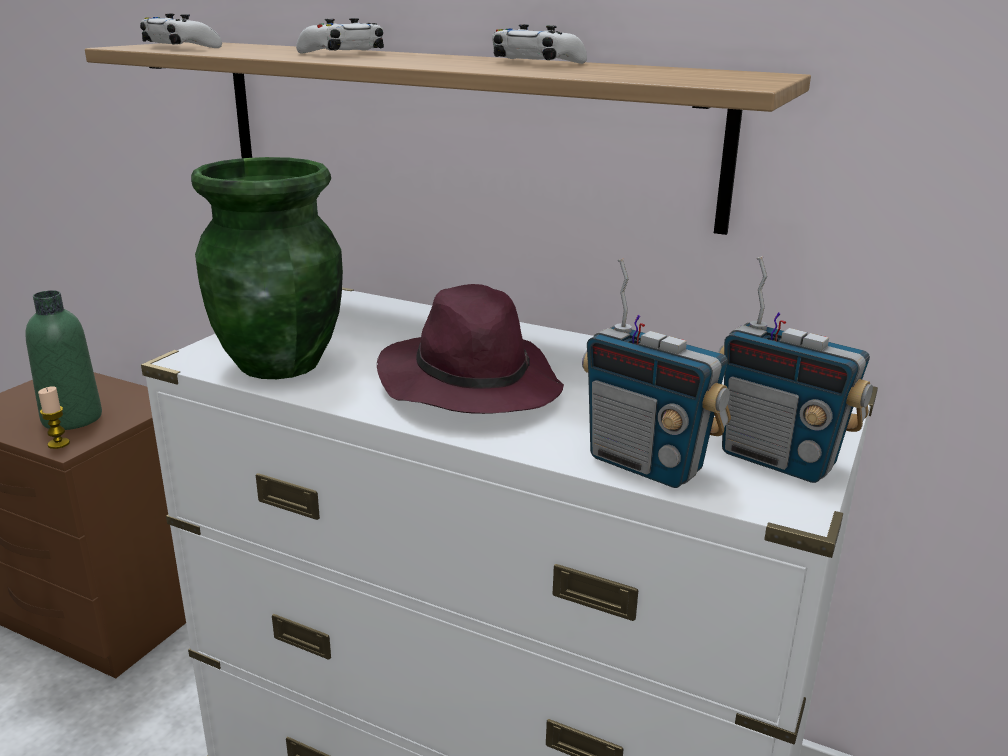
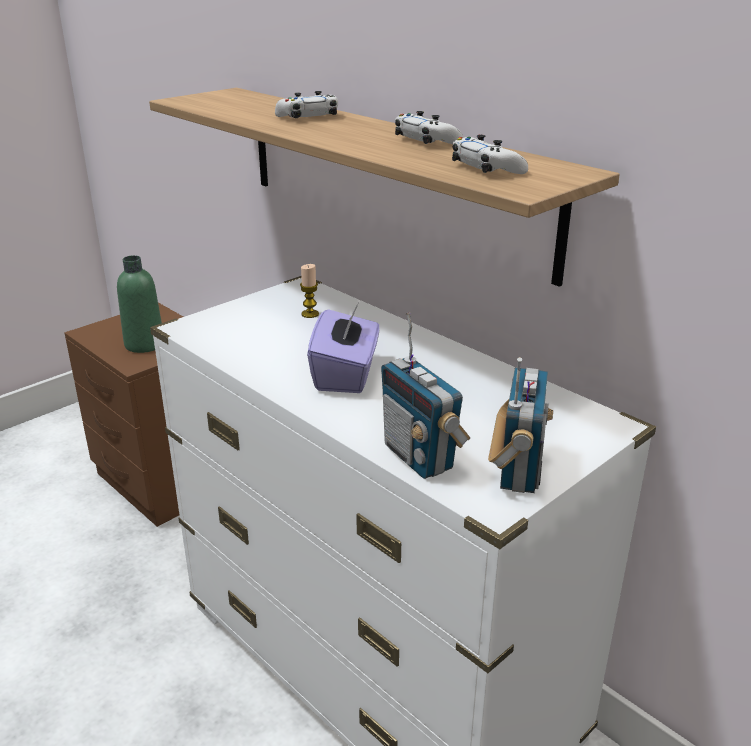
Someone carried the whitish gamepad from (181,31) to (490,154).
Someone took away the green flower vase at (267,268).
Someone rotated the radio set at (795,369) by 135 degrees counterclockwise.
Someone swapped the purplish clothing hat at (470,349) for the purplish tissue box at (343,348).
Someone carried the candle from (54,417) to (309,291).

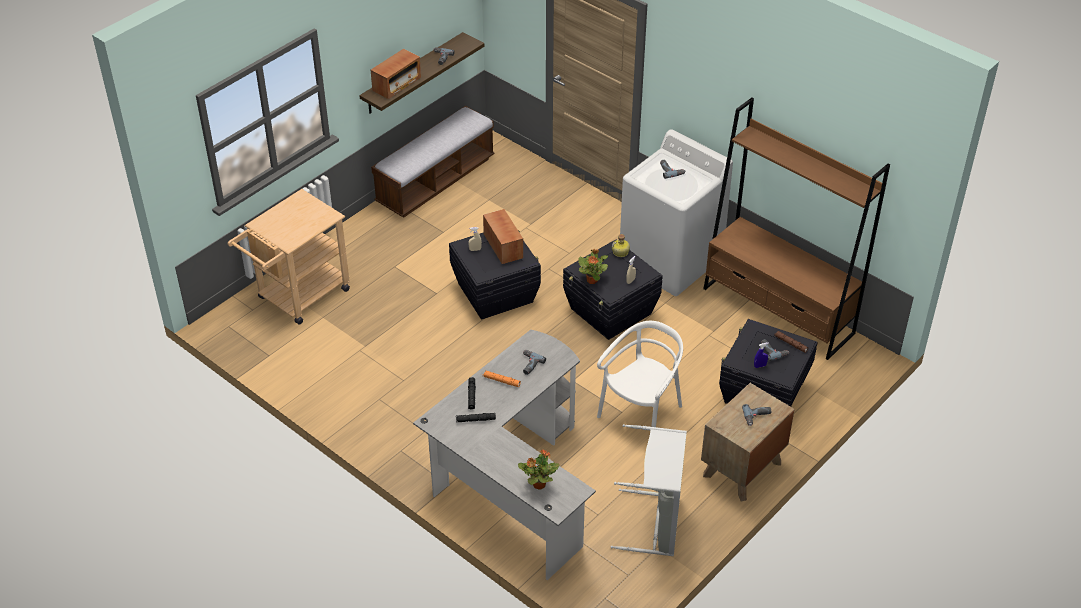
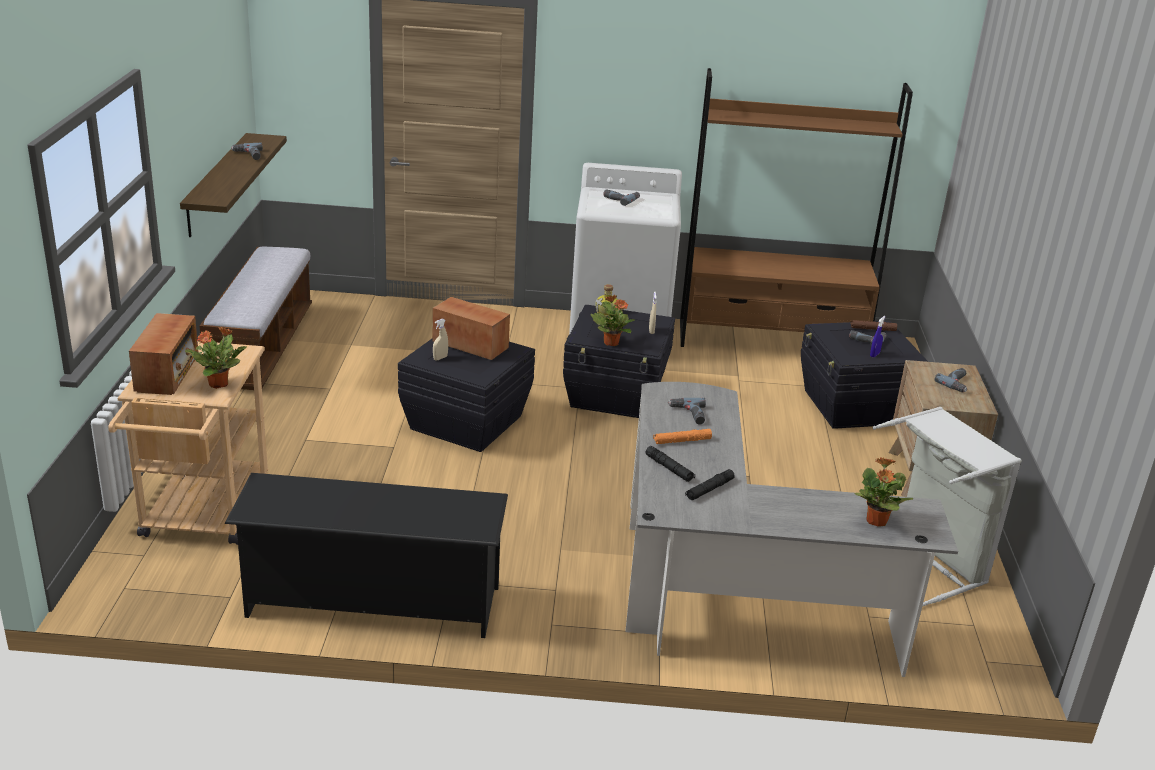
Someone carried the radio set from (396,74) to (164,354).
Someone took away the whitish upright chair at (640,374).
Someone put down the plant in a pot at (215,357).
Someone put down the black shoe stand at (366,555).

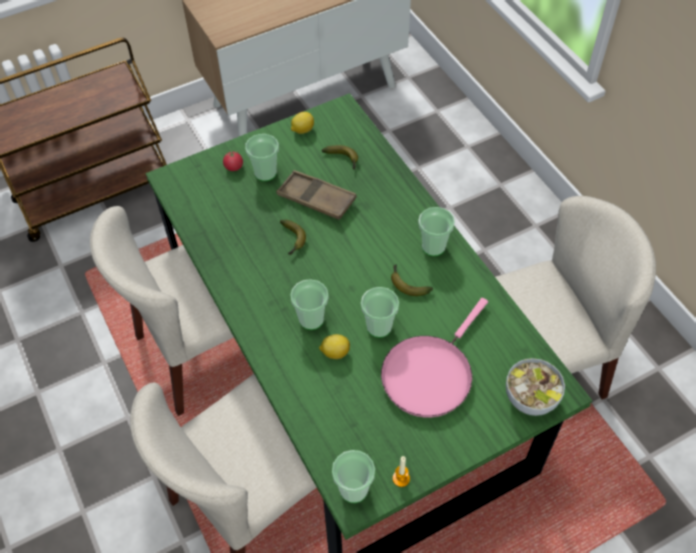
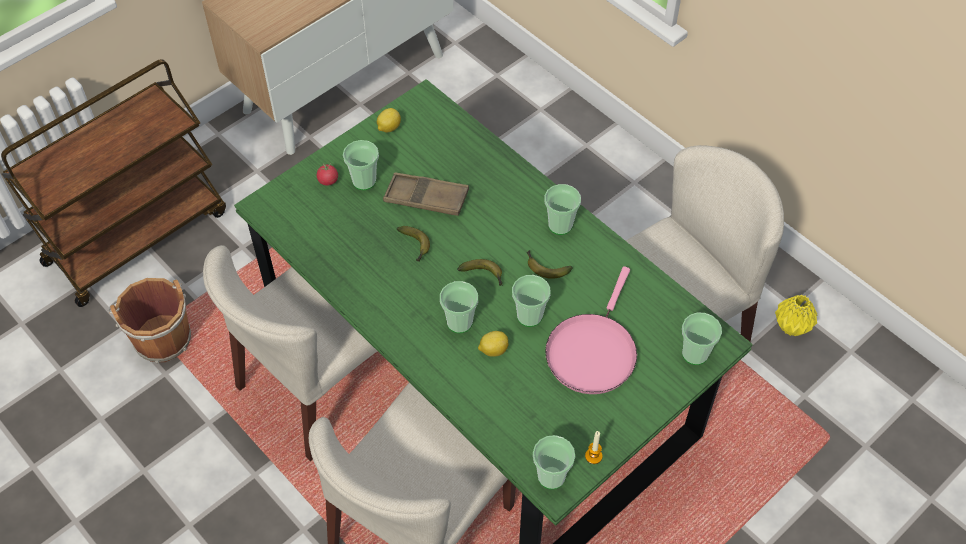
Someone carried the whole banana from (340,157) to (480,272).
Someone swapped the bowl at (535,387) for the cup at (702,339).
Someone put down the brown bucket at (149,320).
Someone put down the yellow flower vase at (796,315).

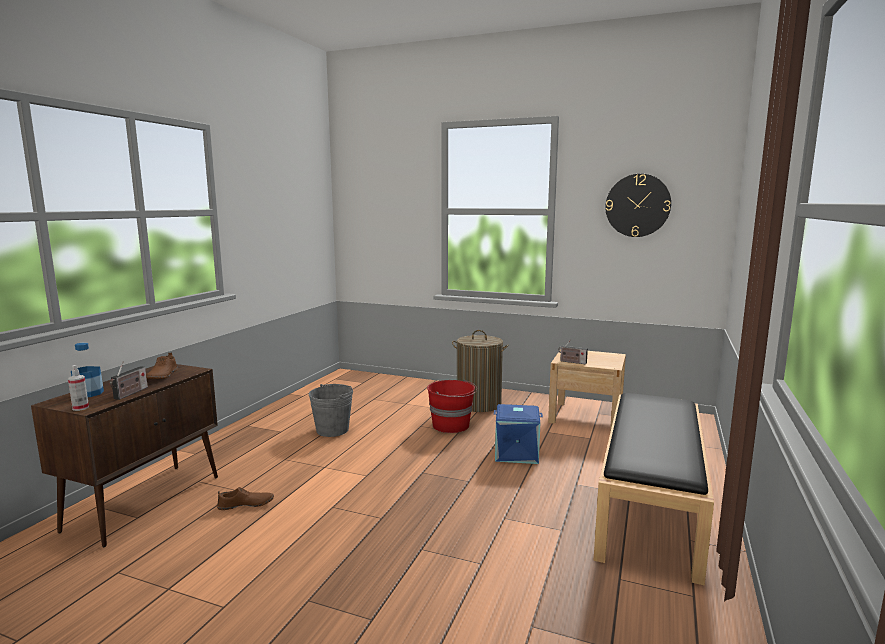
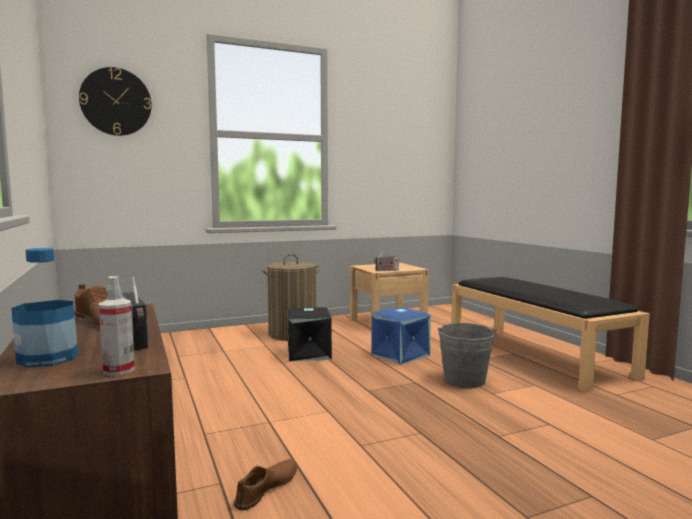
Someone carried the wall clock from (638,205) to (115,101).
Someone swapped the red bucket at (452,406) for the black storage container at (310,334).
Someone carried the gray bucket from (330,410) to (466,355).

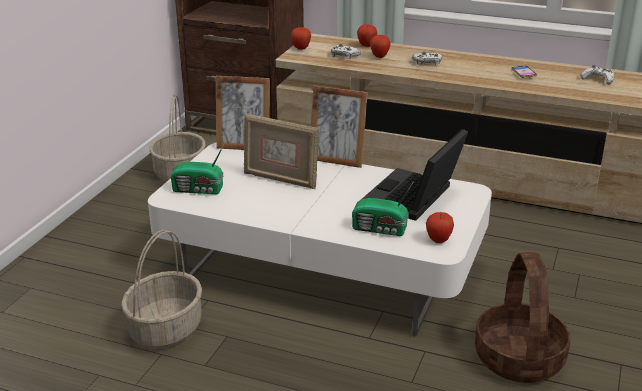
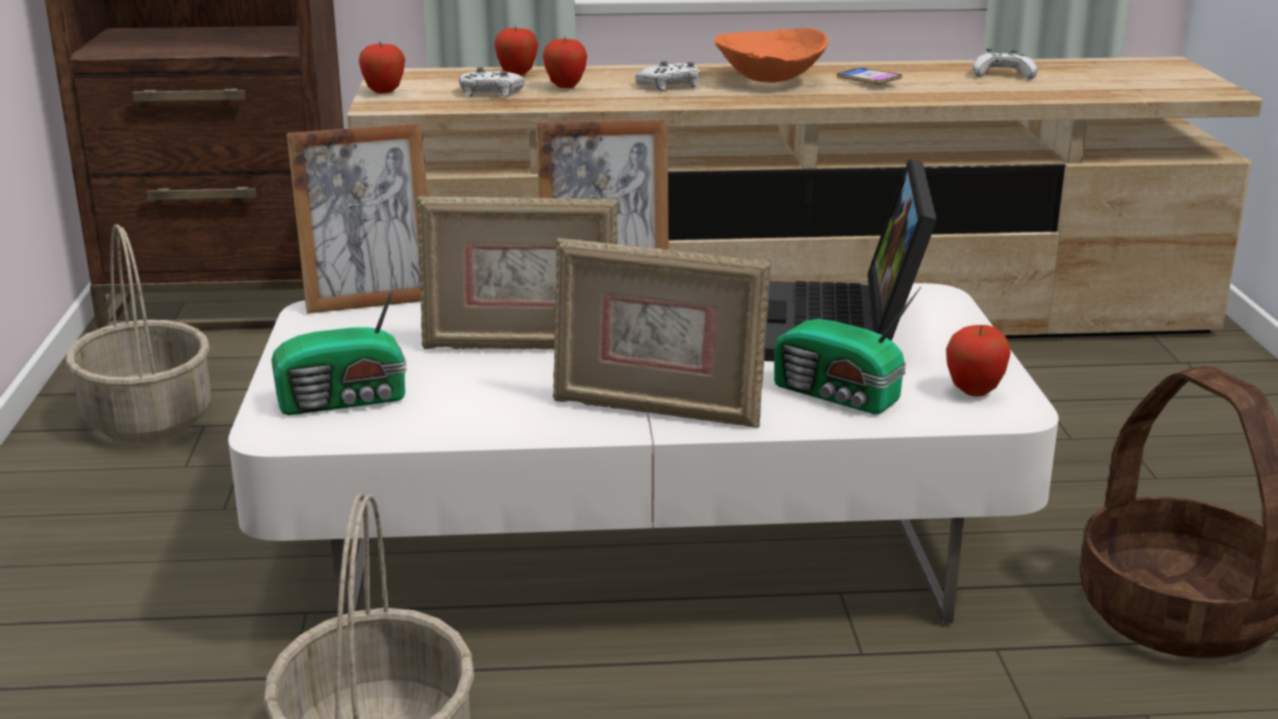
Someone rotated the radio set at (383,208) by 45 degrees clockwise.
Someone put down the orange bowl at (771,55).
Someone put down the photo frame at (662,333).

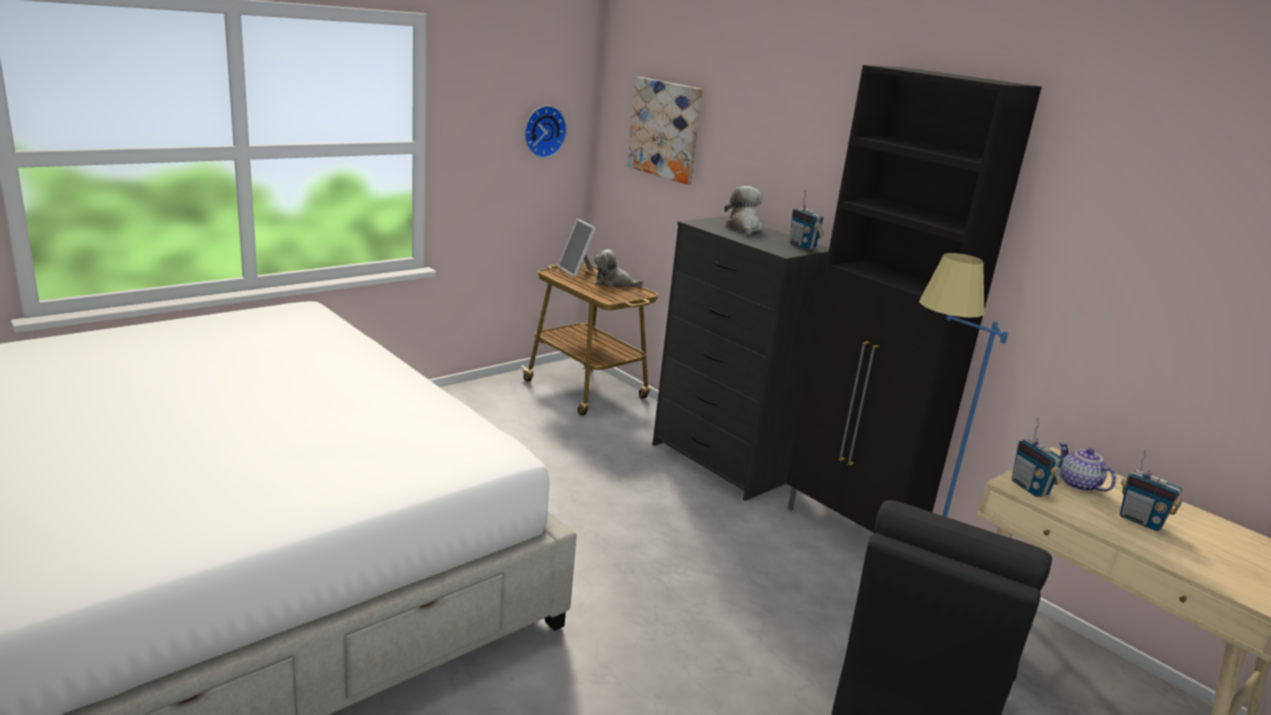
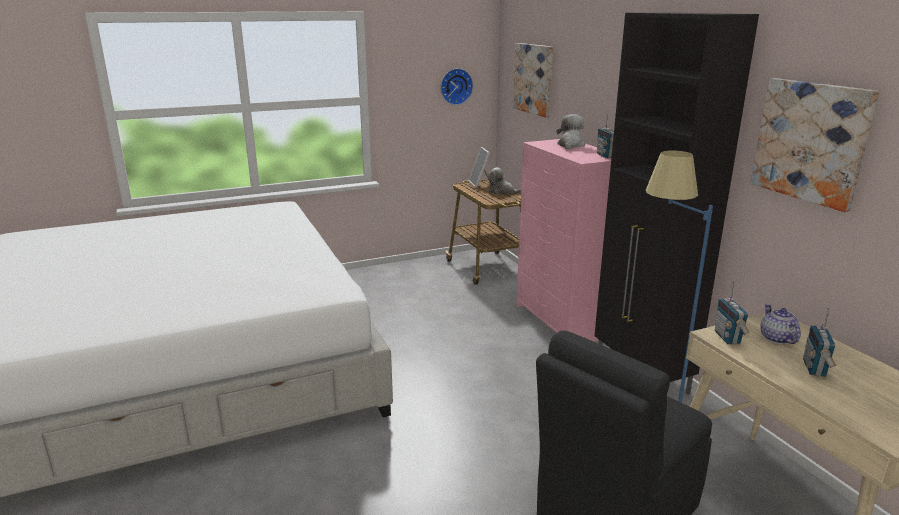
Someone repainted the black drawer chest at (740,358), which became the pink-coloured drawer chest at (563,240).
Someone rotated the radio set at (1151,490) by 45 degrees clockwise.
Someone put up the wall art at (815,145).

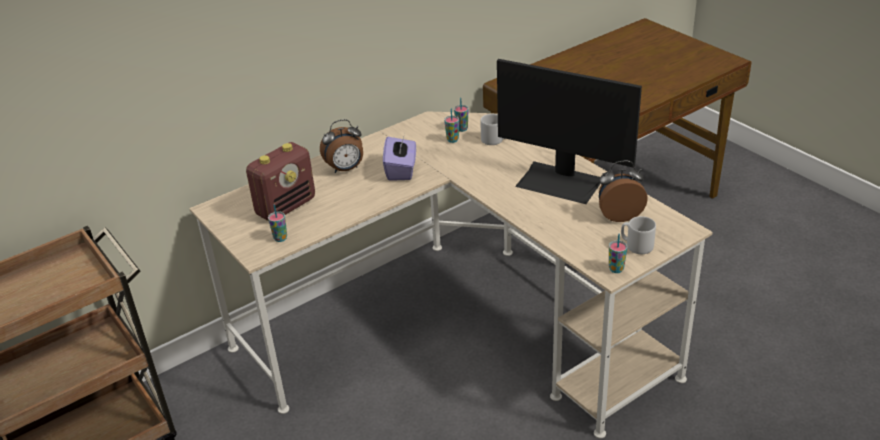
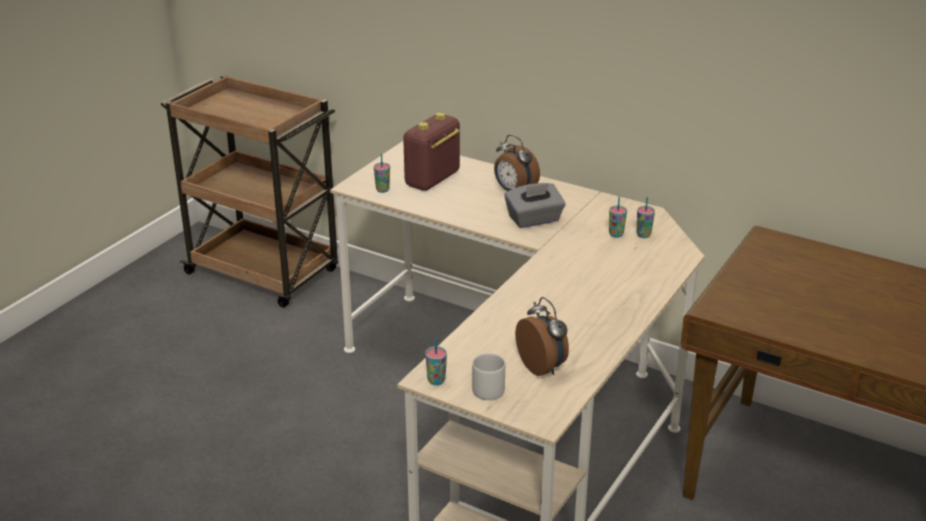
Someone took away the monitor at (569,131).
Someone took away the gray tea mug at (492,129).
Someone repainted the purplish tissue box at (399,157), which became the gray tissue box at (535,205).
Someone rotated the radio set at (280,181) by 105 degrees clockwise.

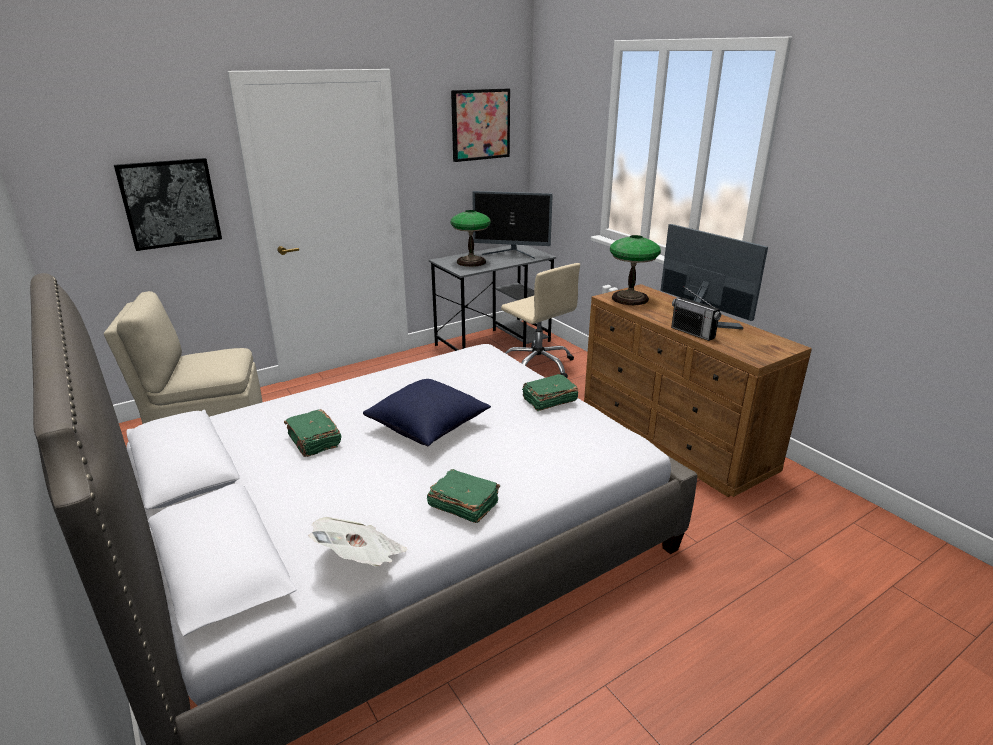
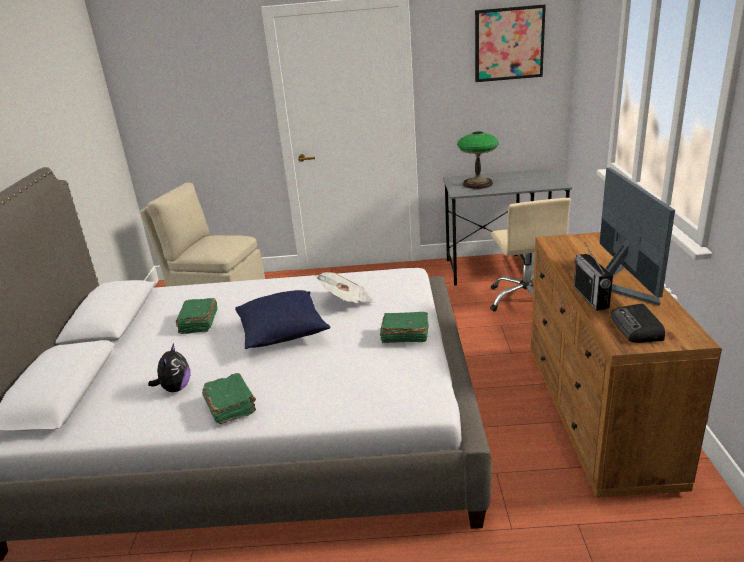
Someone took away the wall art at (168,204).
Someone took away the monitor at (512,225).
Someone took away the table lamp at (635,270).
Someone carried the newspaper from (357,541) to (344,287).
Someone put down the radio set at (638,323).
Someone put down the cuddly toy at (169,367).

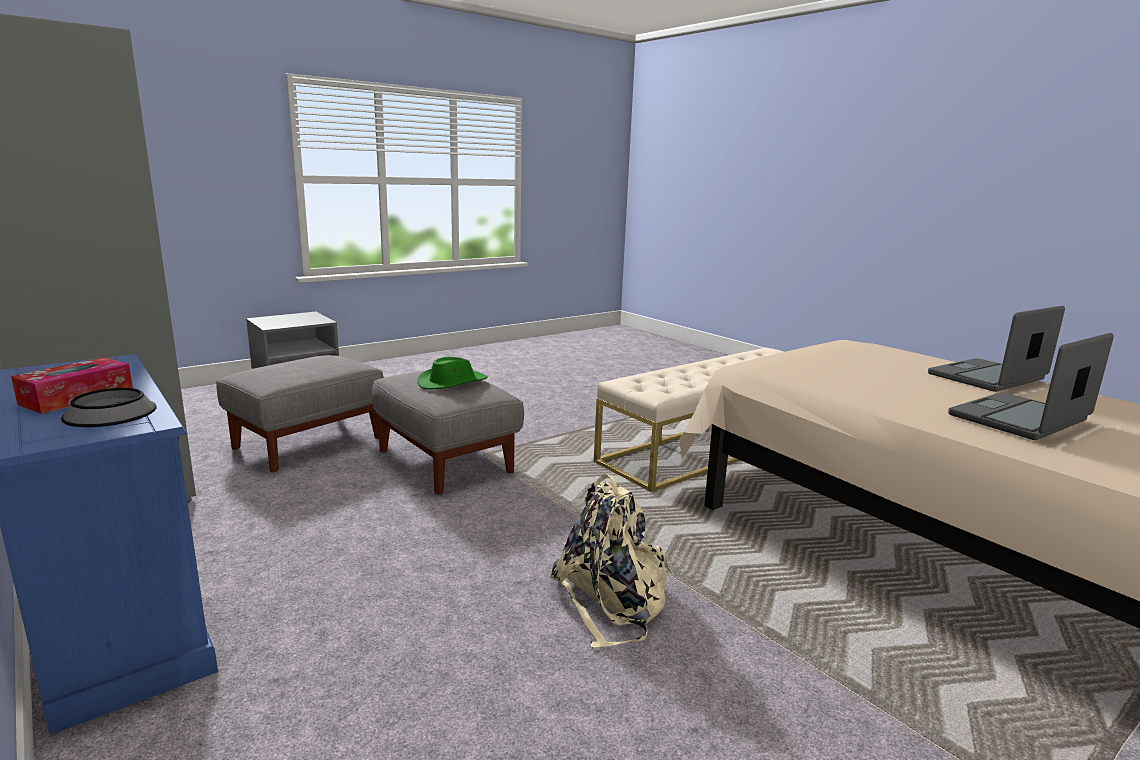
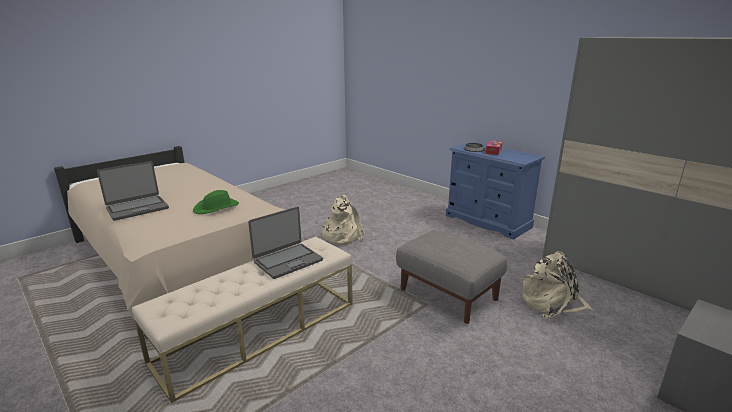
Someone carried the laptop from (1031,386) to (285,243).
Someone swapped the gray pouffe at (300,413) for the beige-coloured rucksack at (557,284).
Someone carried the green clothing hat from (452,373) to (216,202).

